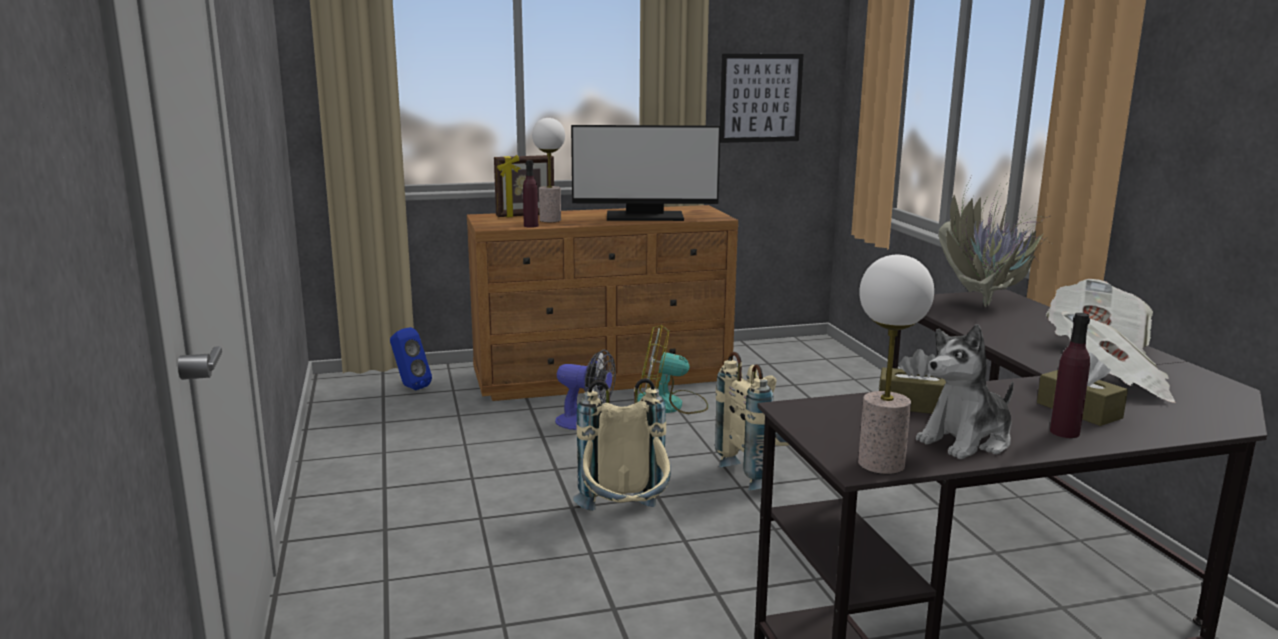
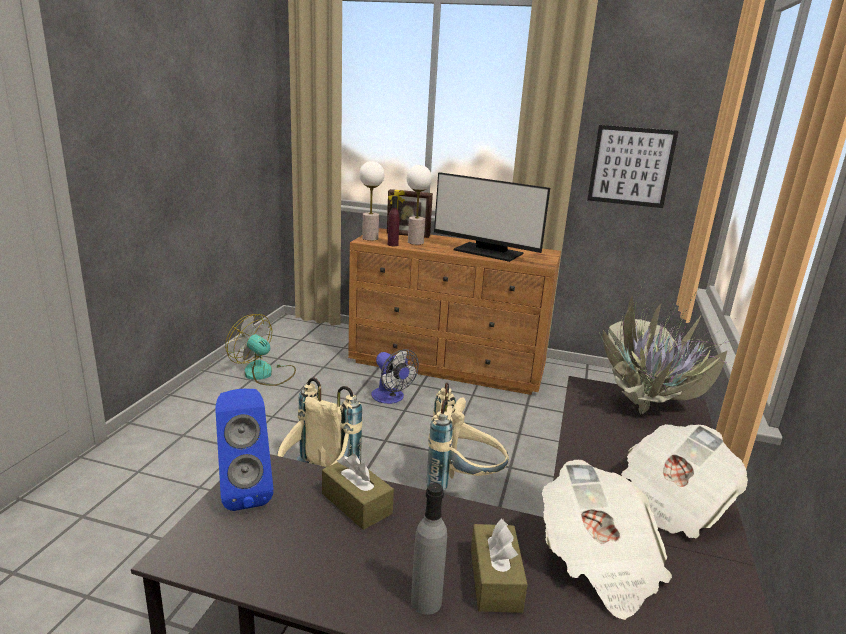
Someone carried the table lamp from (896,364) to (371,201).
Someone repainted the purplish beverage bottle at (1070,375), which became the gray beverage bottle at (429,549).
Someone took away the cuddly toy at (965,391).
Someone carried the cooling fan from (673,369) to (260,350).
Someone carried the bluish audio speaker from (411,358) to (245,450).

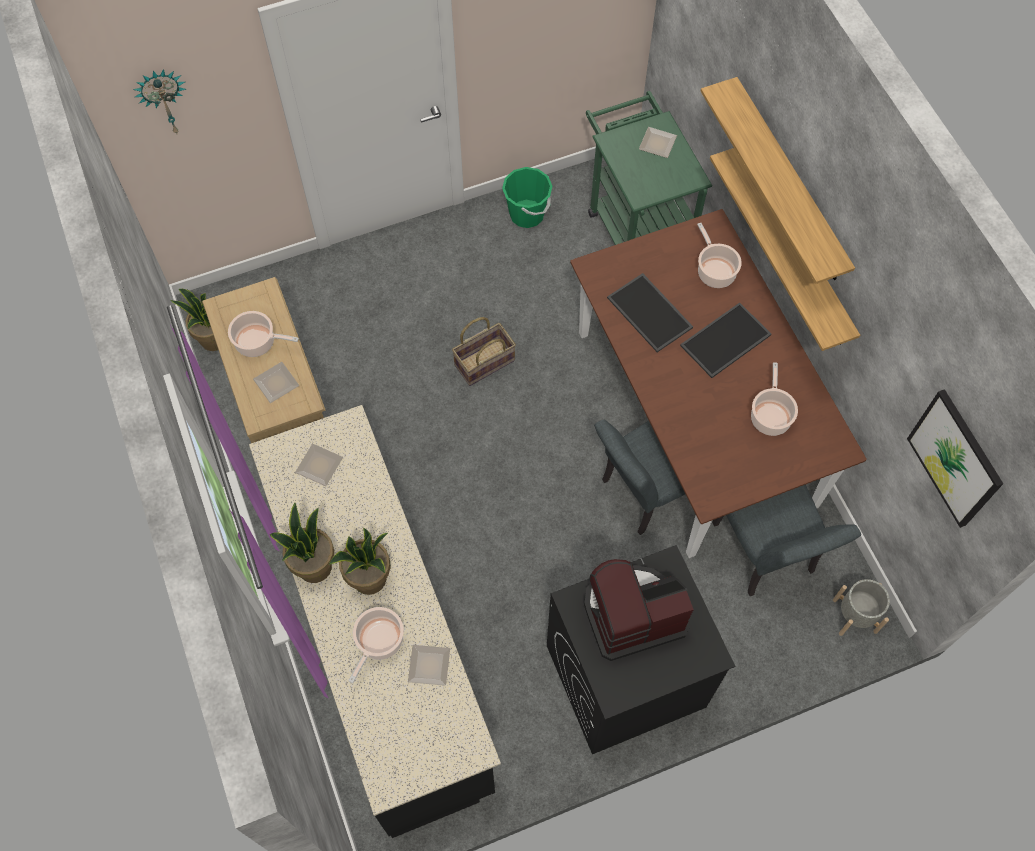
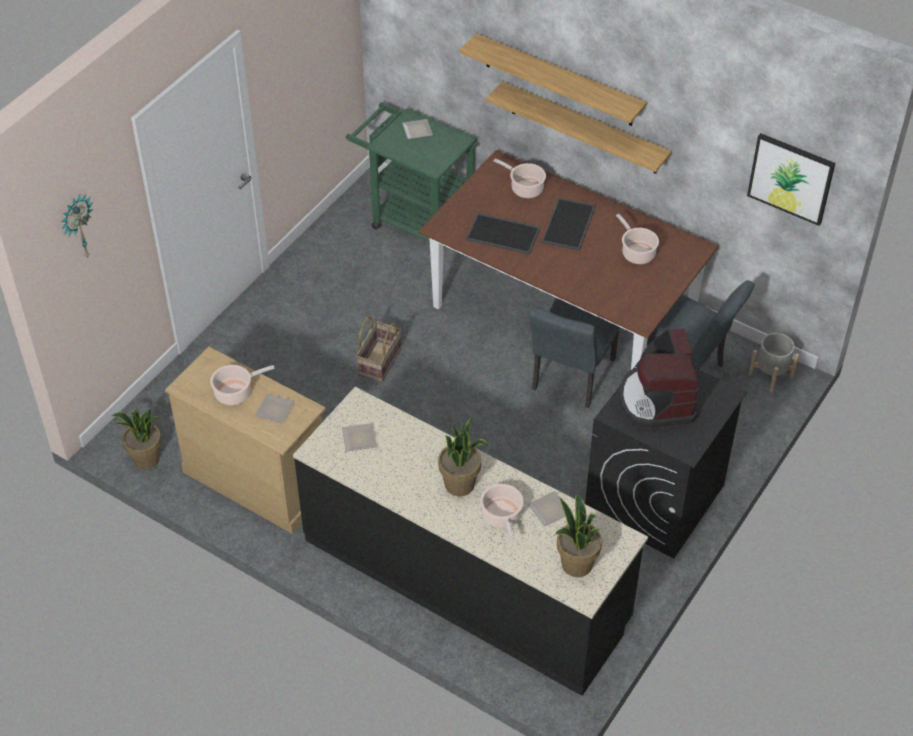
Someone took away the green bucket at (527,197).
Someone carried the plant in a pot from (302,543) to (578,535).
Someone rotated the coffee brewer at (639,610) by 45 degrees counterclockwise.

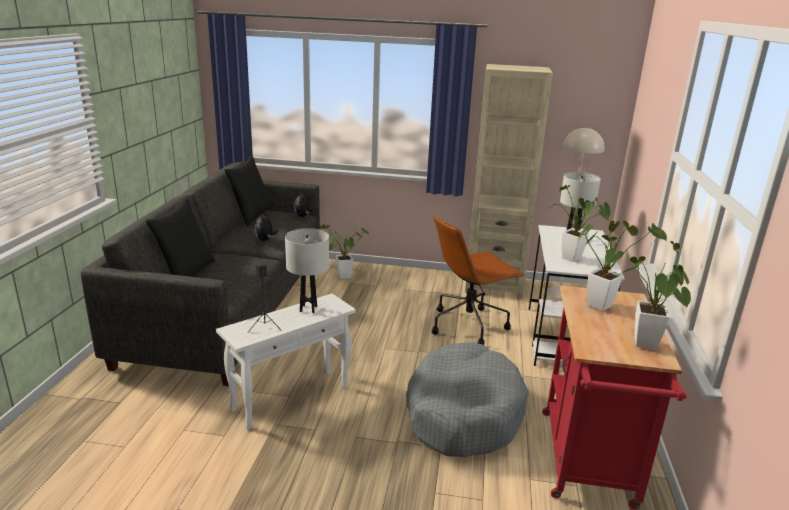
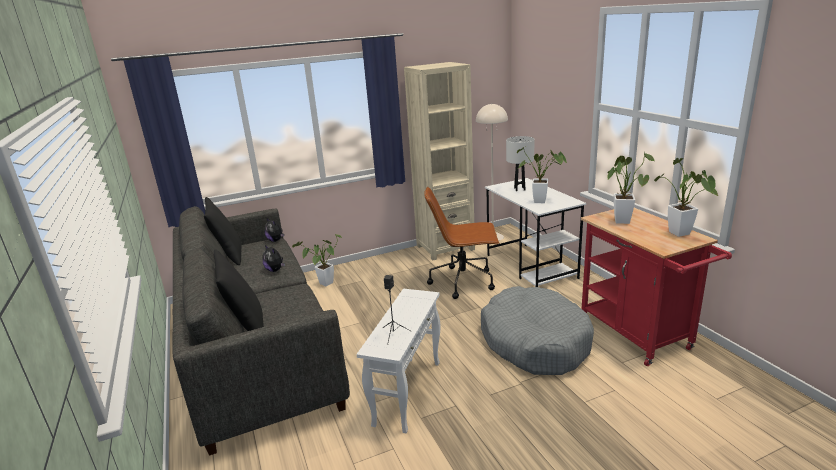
Someone rotated the brown office chair at (478,280) by 60 degrees clockwise.
Someone took away the whitish table lamp at (307,270).

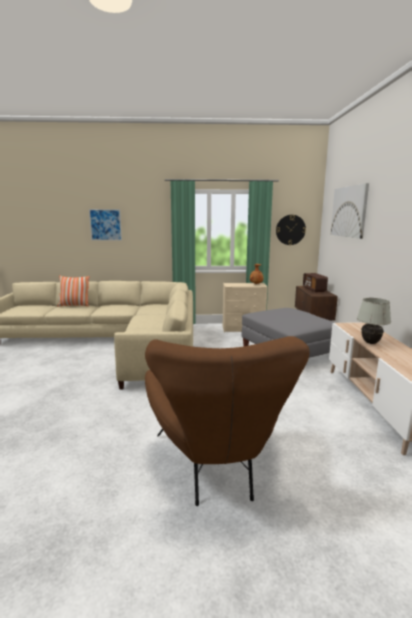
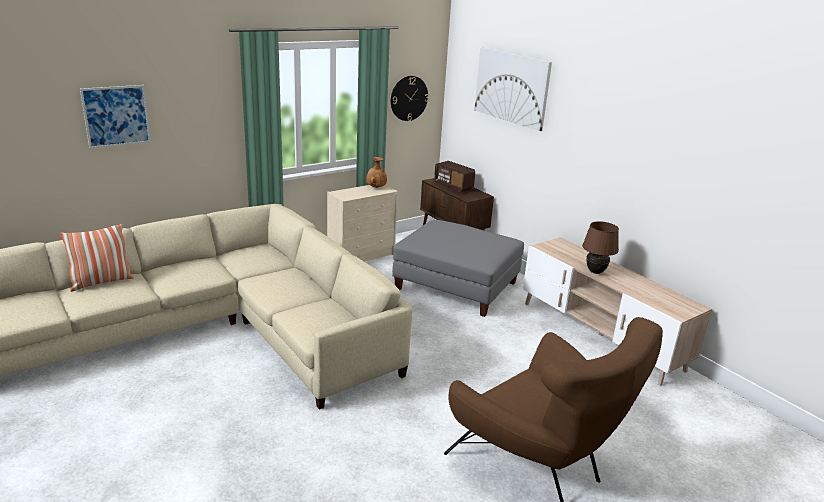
Someone repainted the whitish table lamp at (374,321), which became the brown table lamp at (600,247).

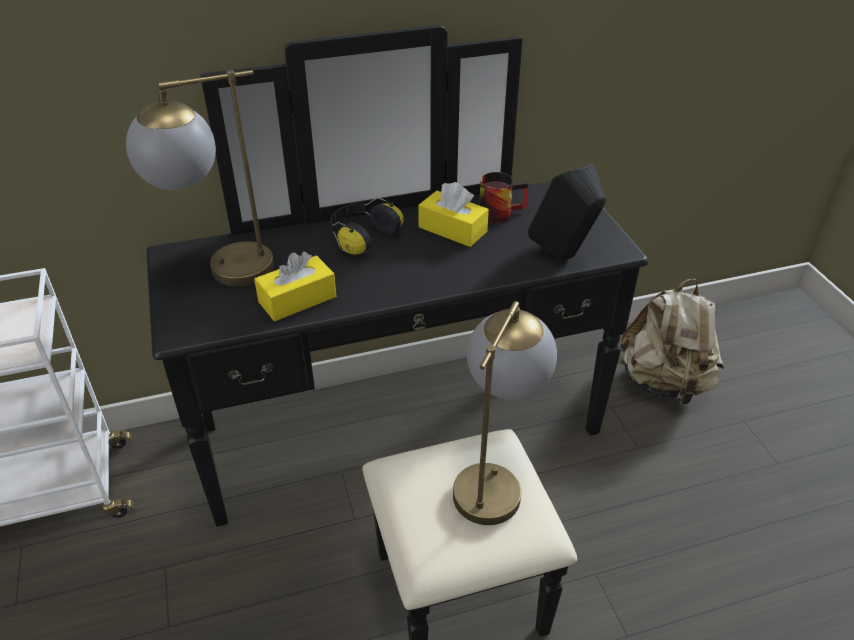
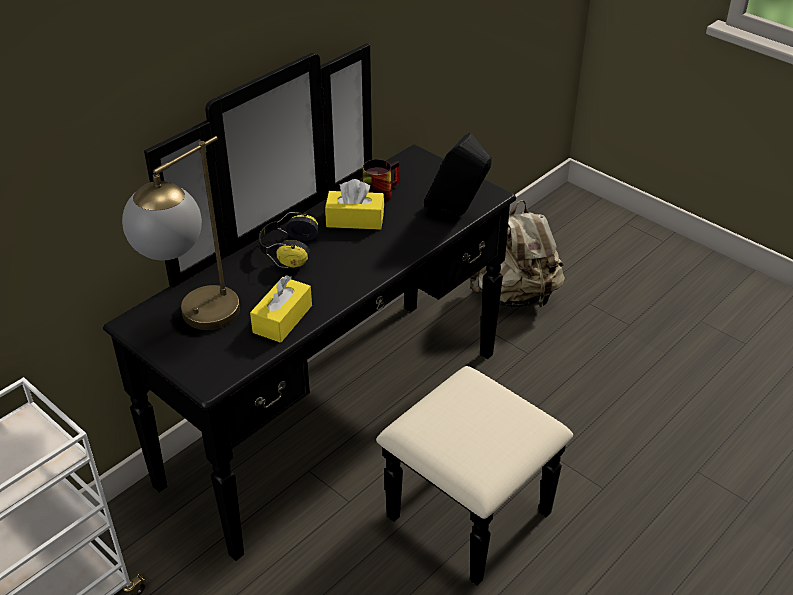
Someone took away the table lamp at (505,413).

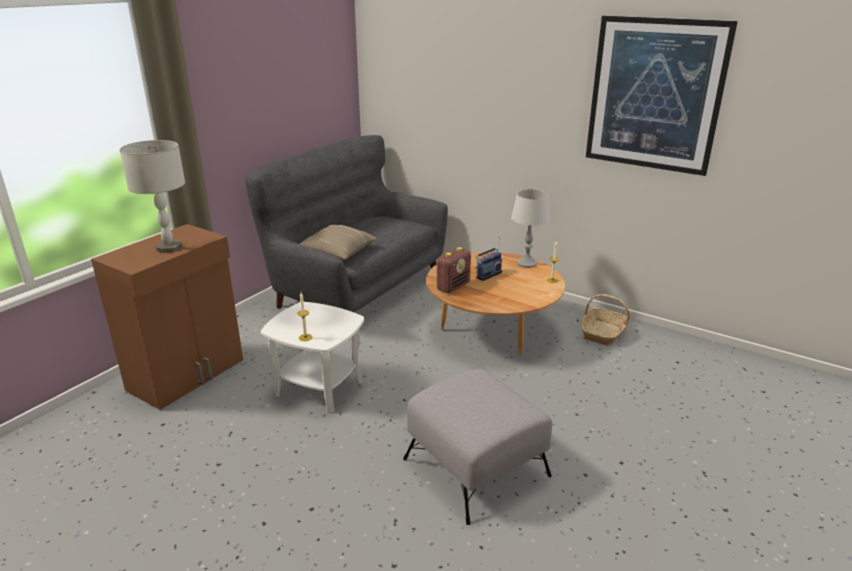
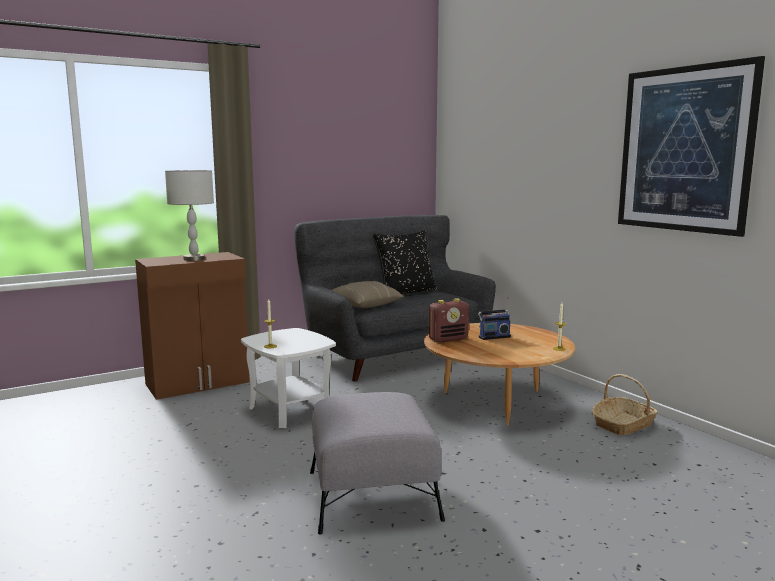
Someone took away the gray table lamp at (530,228).
Someone put down the black throw pillow at (405,262).

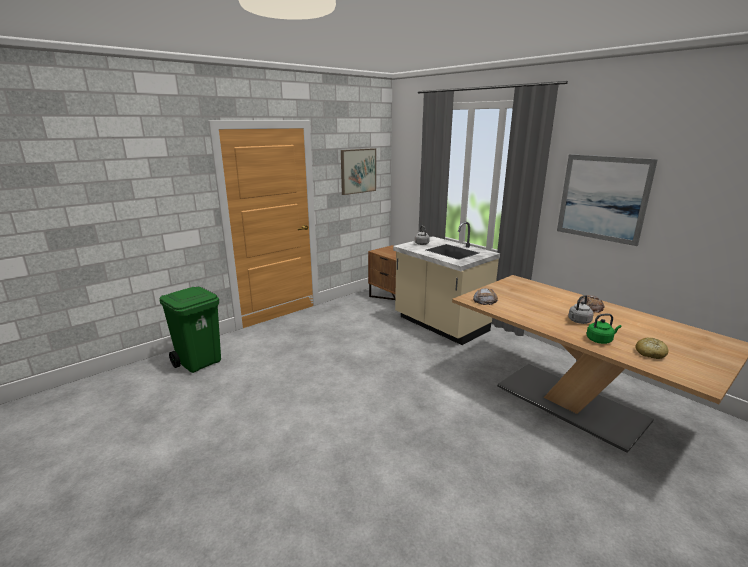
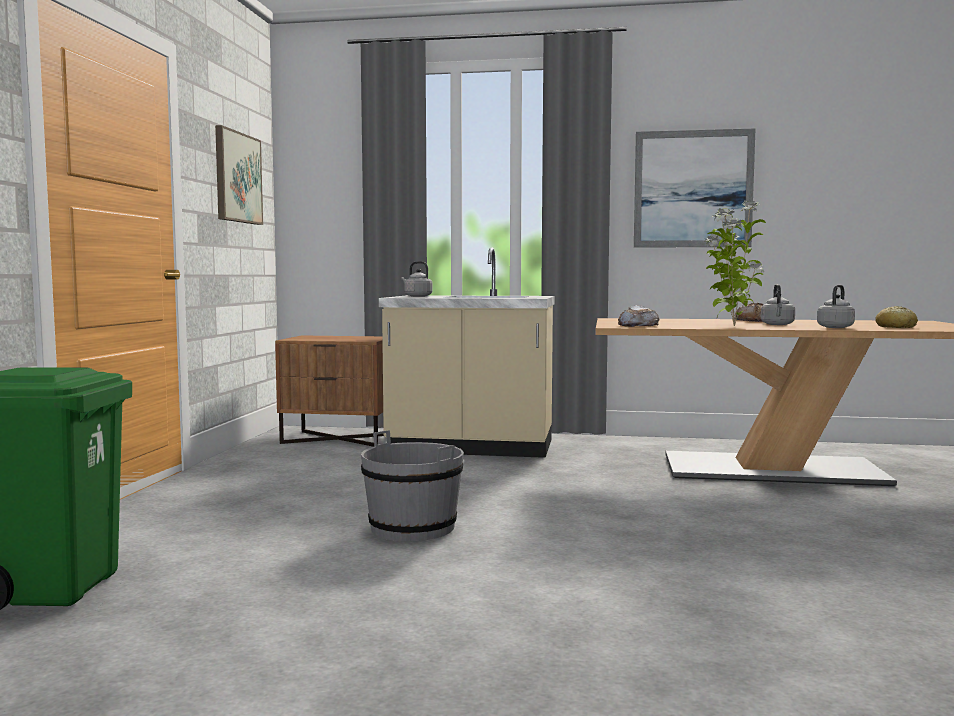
Someone repainted the green kettle at (604,329), which became the gray kettle at (836,306).
Someone put down the plant in a pot at (735,263).
Someone put down the gray bucket at (412,485).

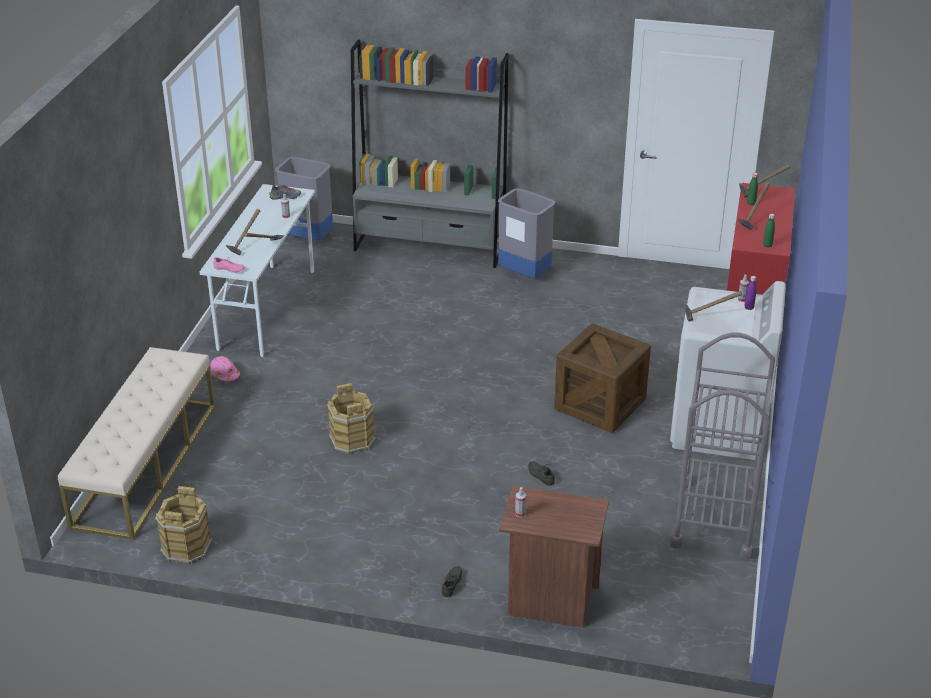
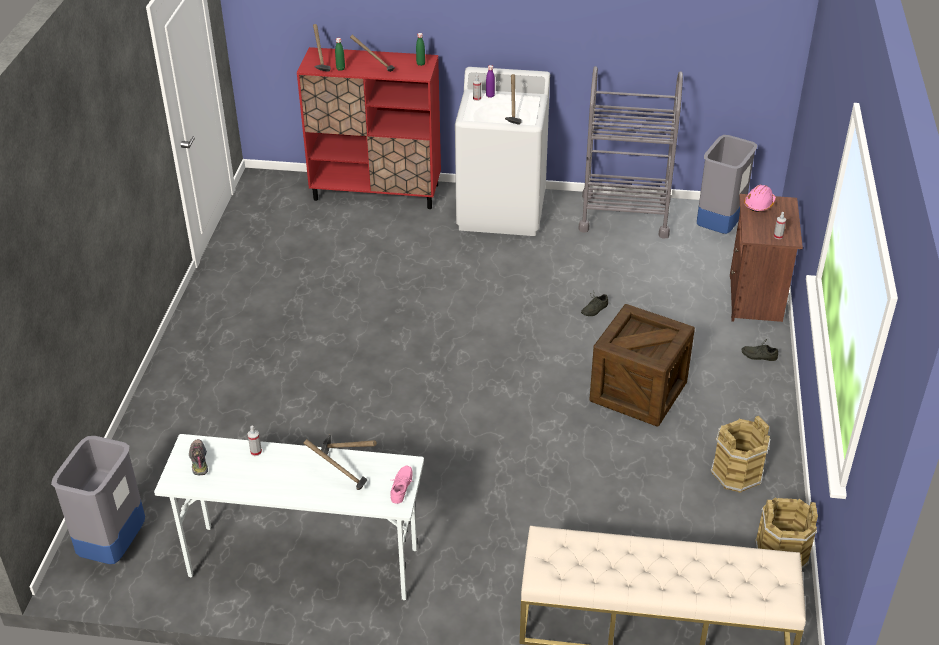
Someone took away the gray bookshelf at (430,153).
Someone carried the gray trash can from (526,233) to (727,184).
Someone carried the shipping crate from (602,378) to (642,365).
Someone carried the pink-coloured work helmet from (225,368) to (760,198).
Someone carried the brown bucket from (351,418) to (740,454).

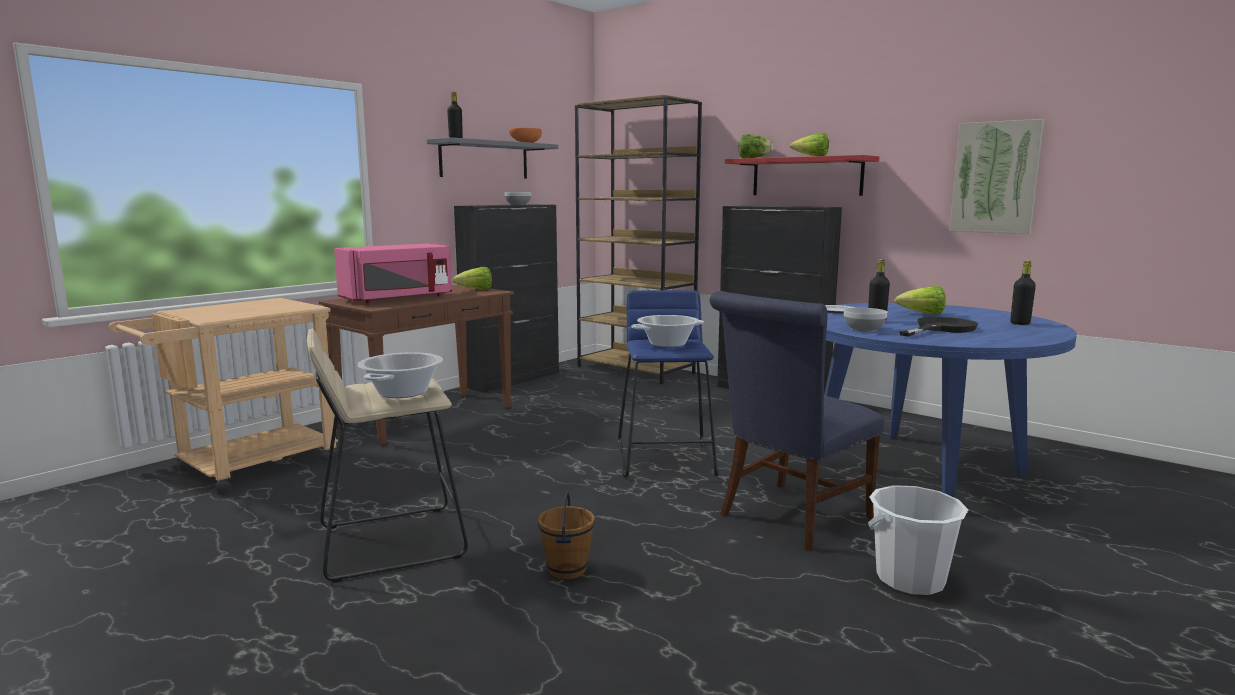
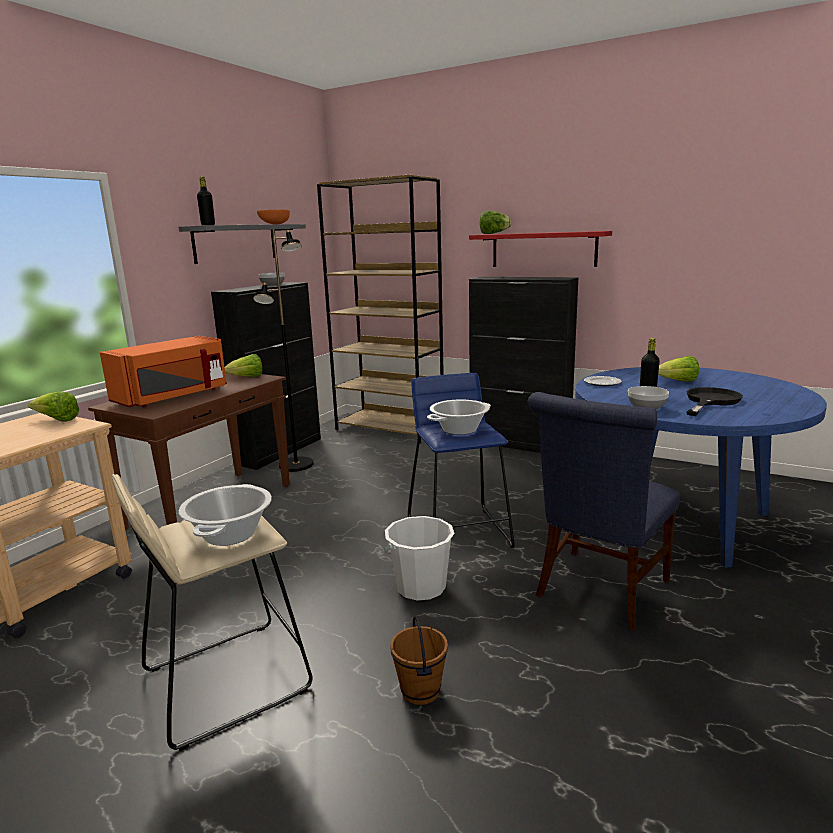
Someone took away the wall art at (997,176).
Someone carried the lettuce head from (809,144) to (53,406).
Someone repainted the pink-coloured microwave oven at (393,273), which became the orange microwave oven at (163,371).
Someone took away the black beverage bottle at (1023,293).
Someone carried the whitish bucket from (918,540) to (419,558).
Someone put down the black floor lamp at (283,350).

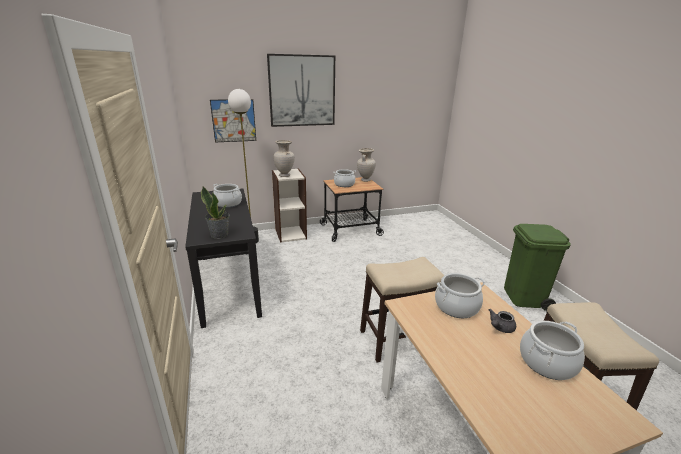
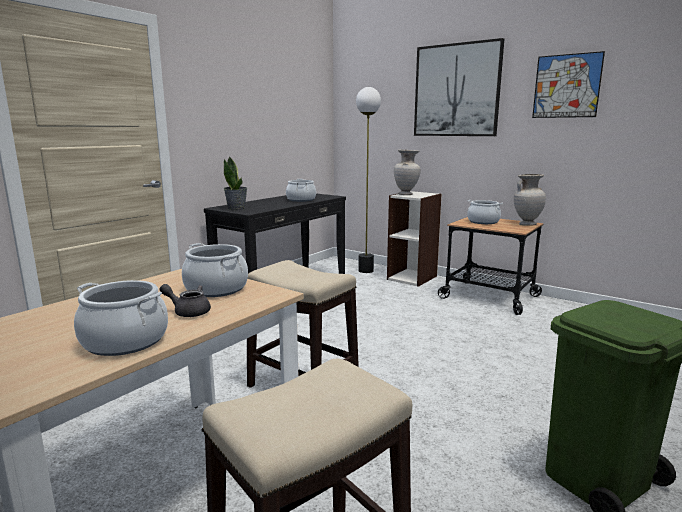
Someone carried the wall art from (233,120) to (568,84).

